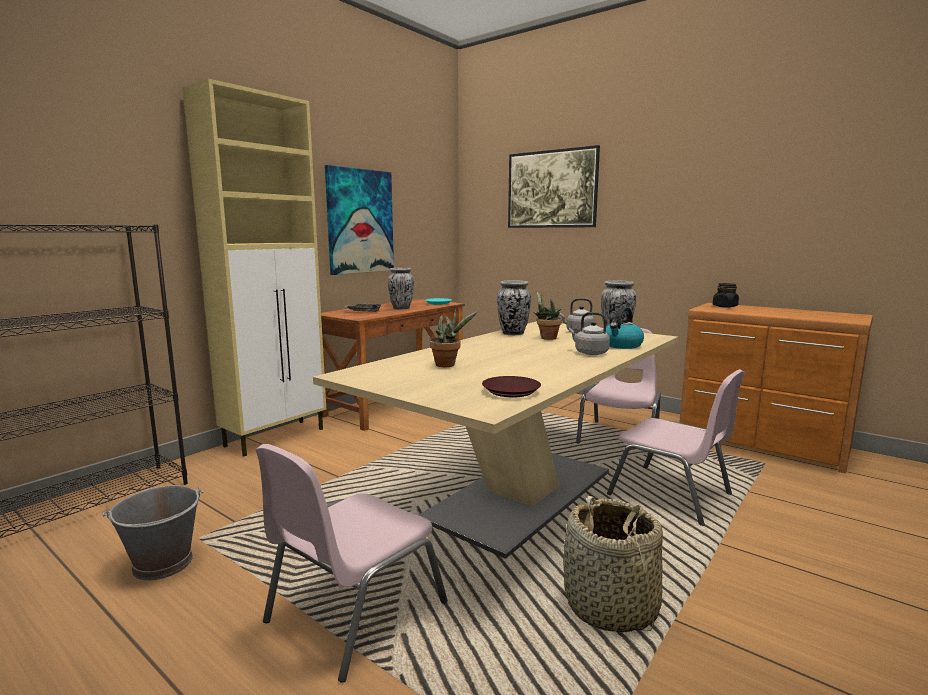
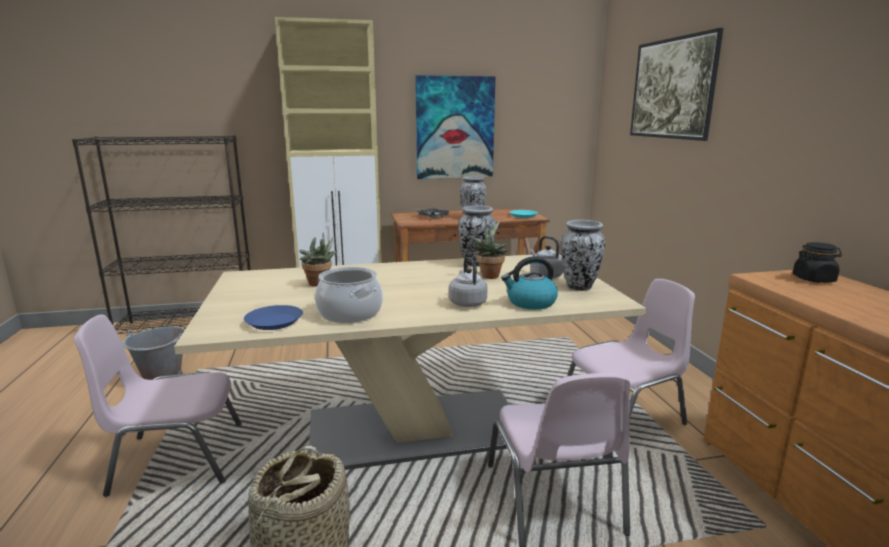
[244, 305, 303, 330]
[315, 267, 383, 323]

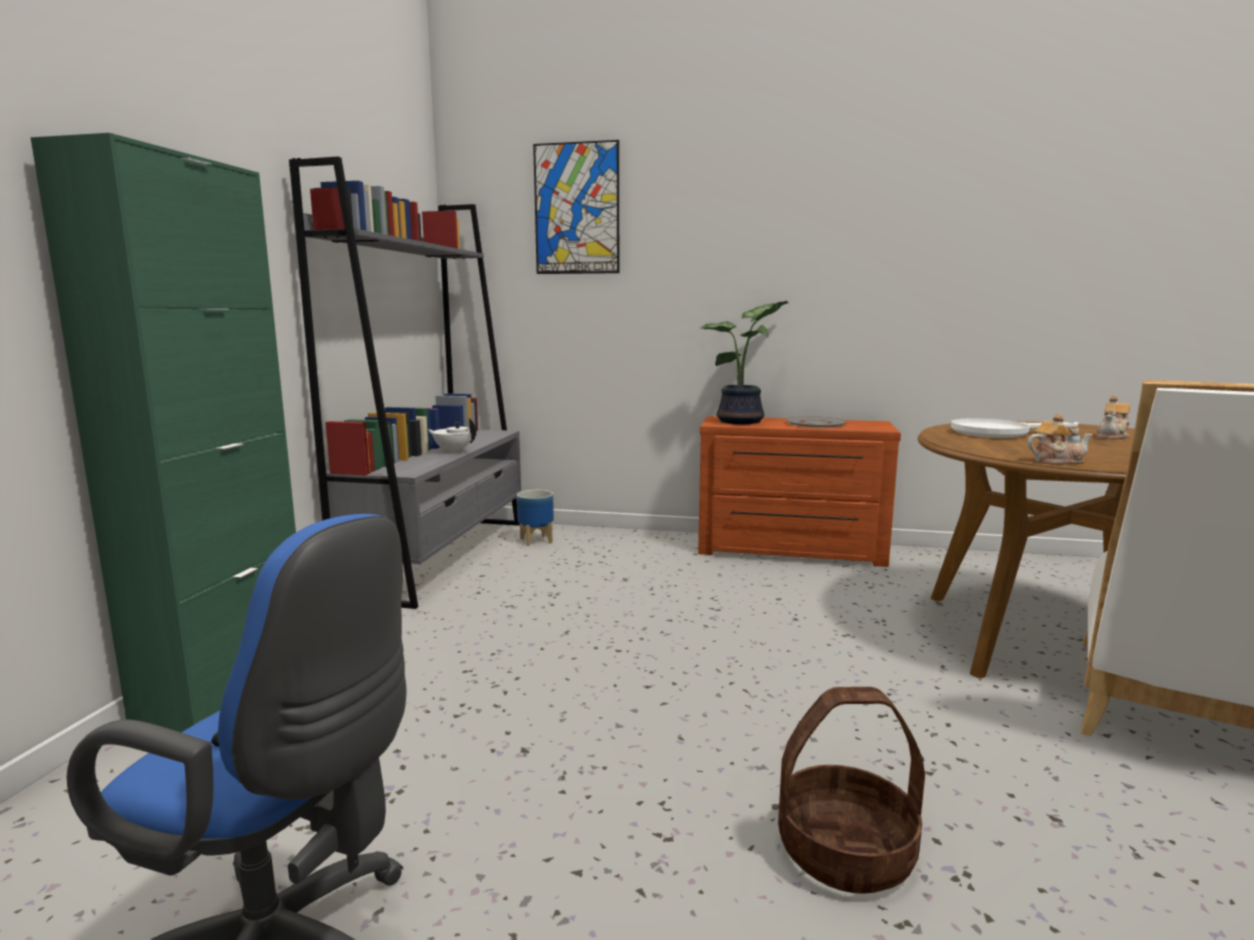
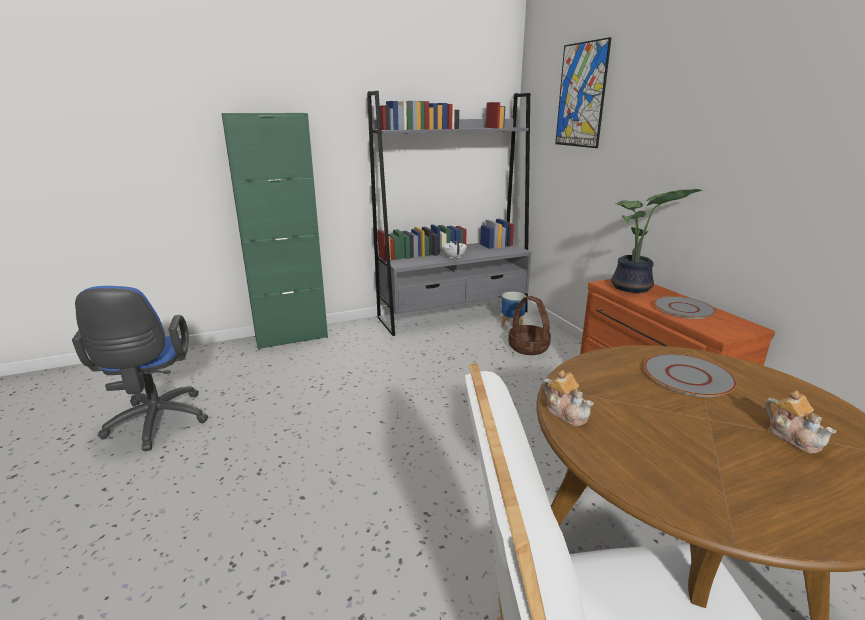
[508, 296, 551, 355]
[644, 354, 737, 397]
[765, 391, 836, 453]

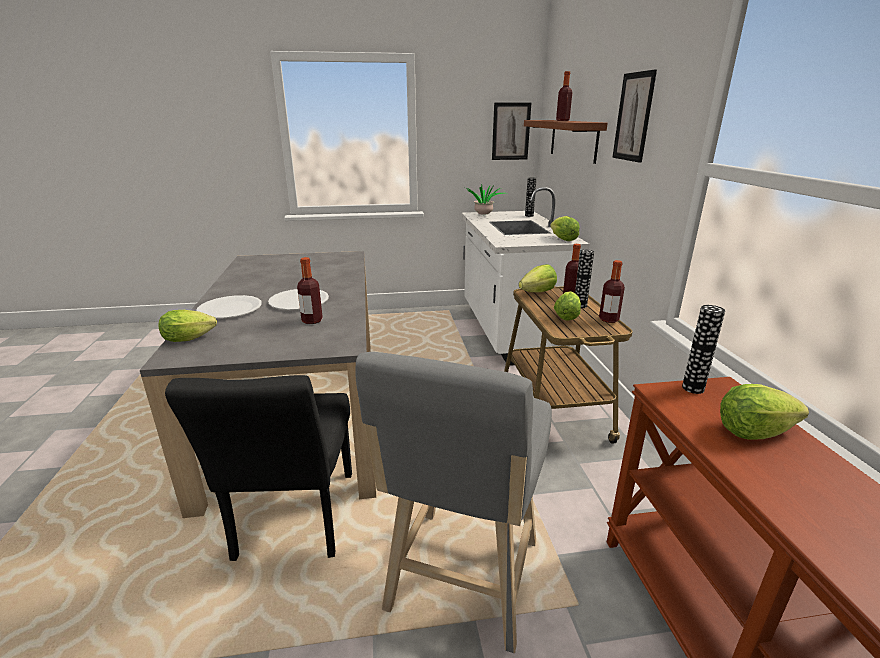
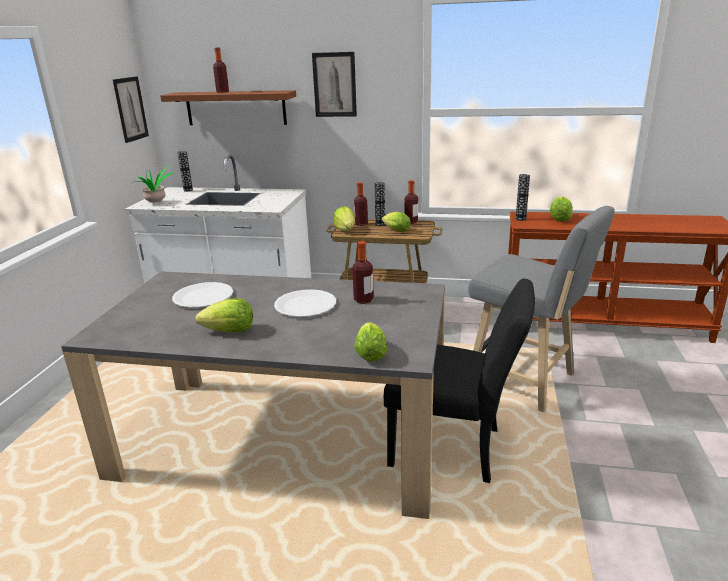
[172, 282, 233, 308]
[196, 298, 253, 332]

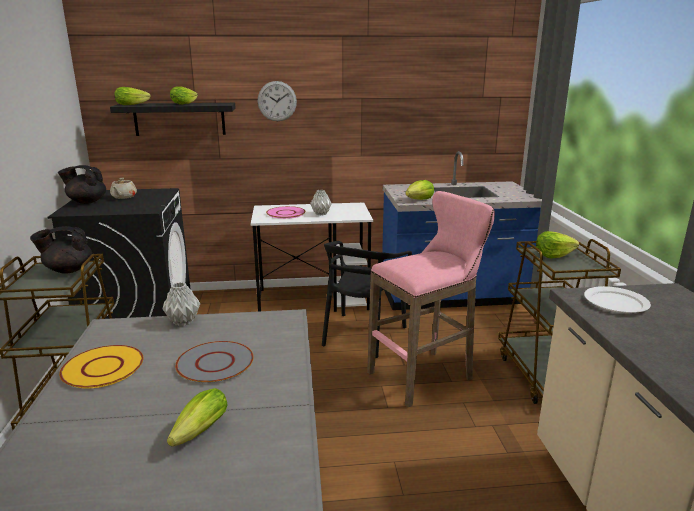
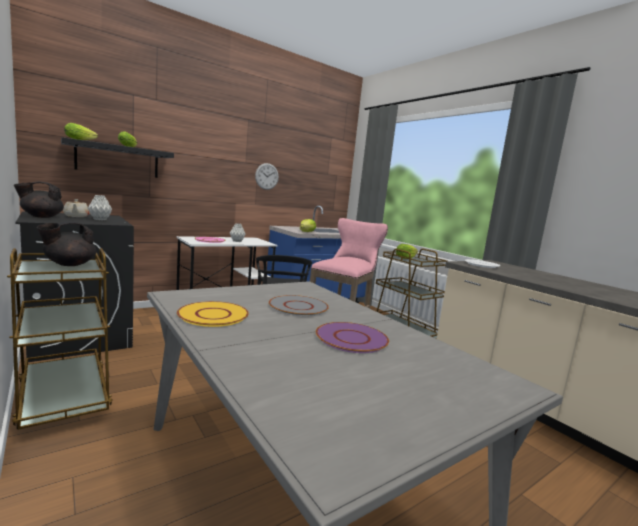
[88, 195, 112, 220]
[255, 163, 279, 190]
[316, 322, 389, 353]

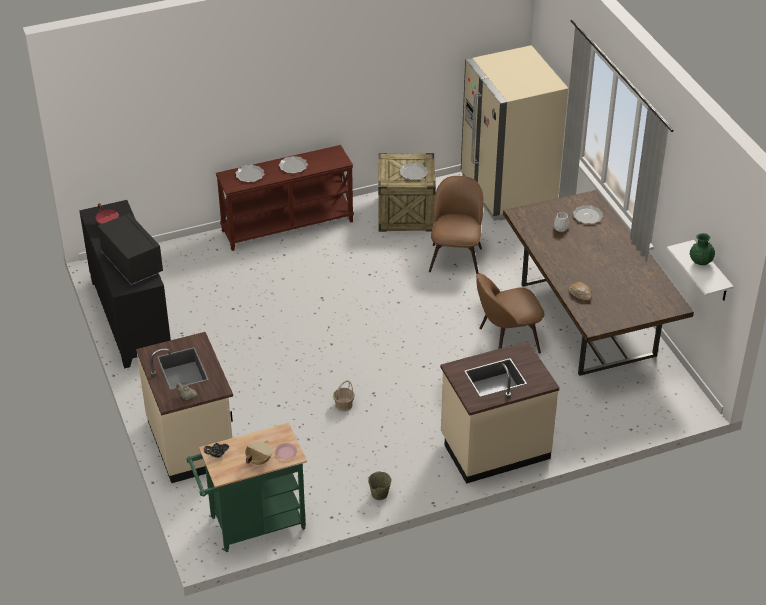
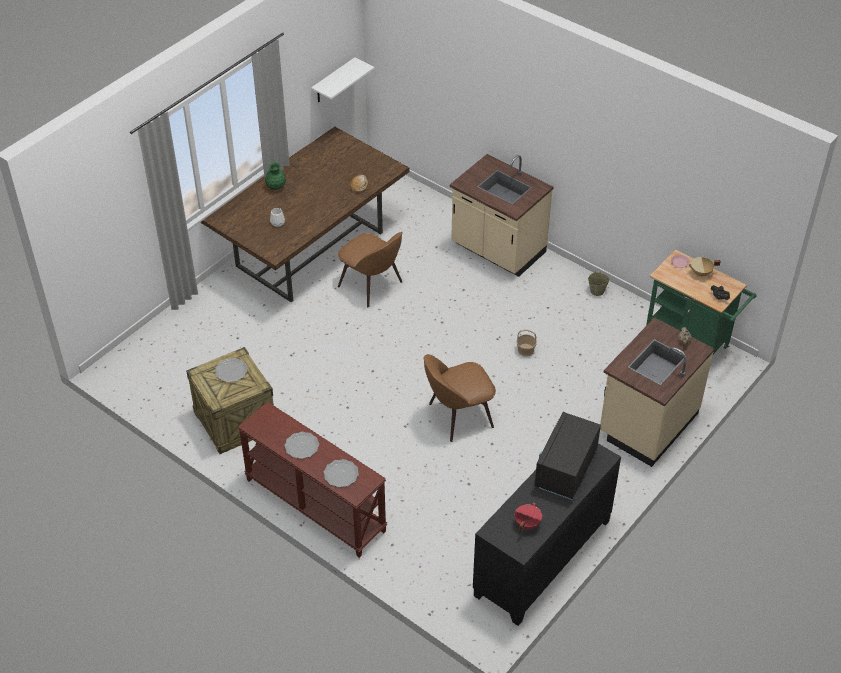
[265, 162, 286, 190]
[423, 354, 496, 442]
[461, 45, 568, 221] (first image)
[573, 205, 603, 224] (first image)

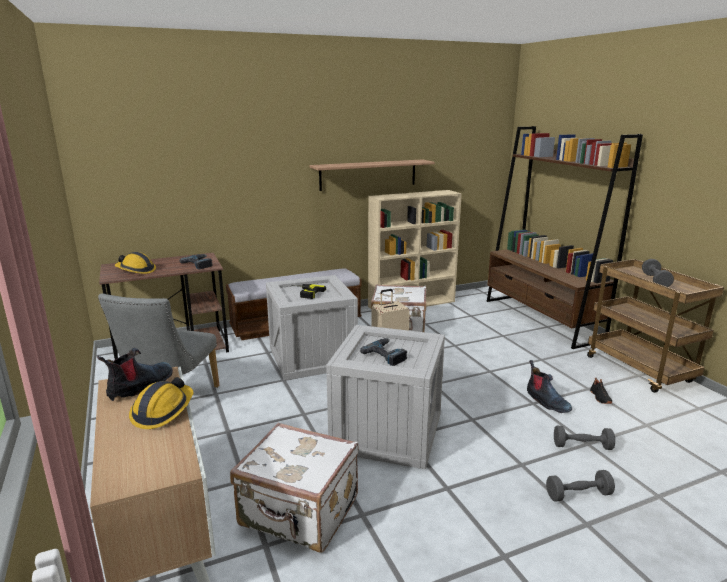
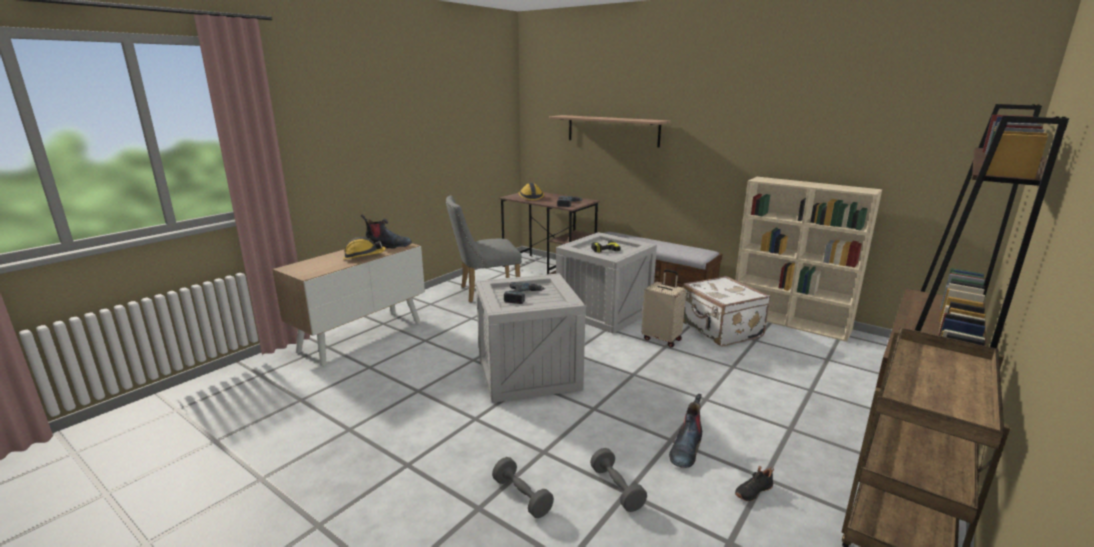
[549, 115, 671, 147]
[230, 423, 359, 553] (first image)
[642, 259, 674, 287] (first image)

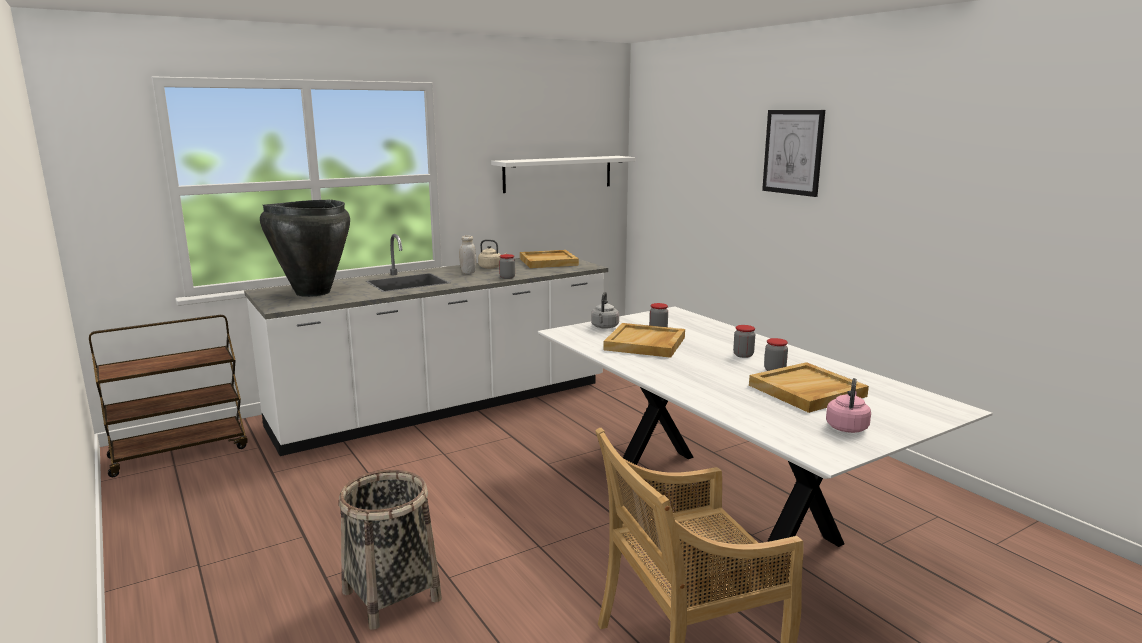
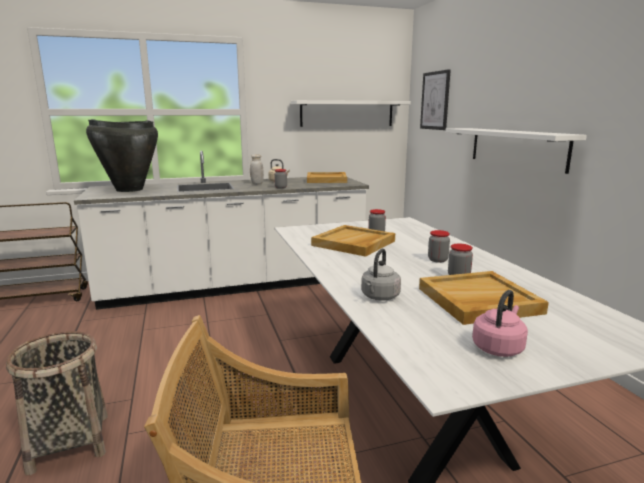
[361, 249, 401, 300]
[420, 69, 451, 130]
[445, 128, 587, 174]

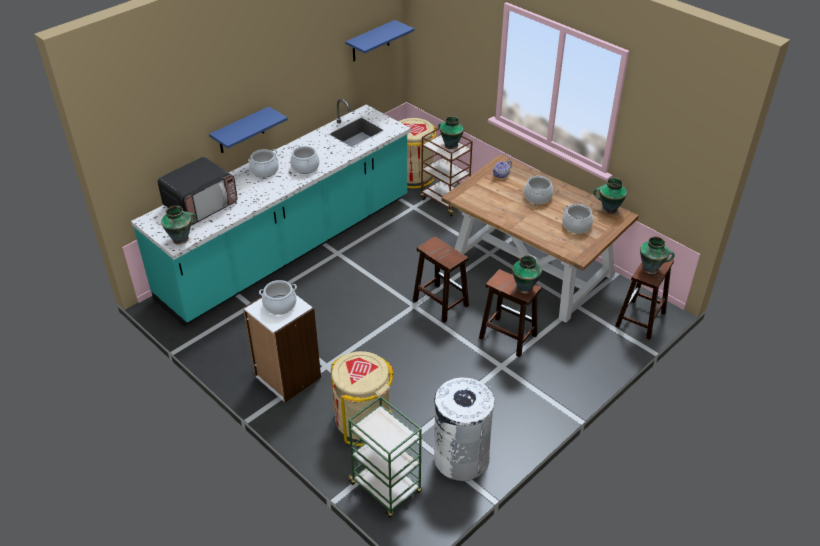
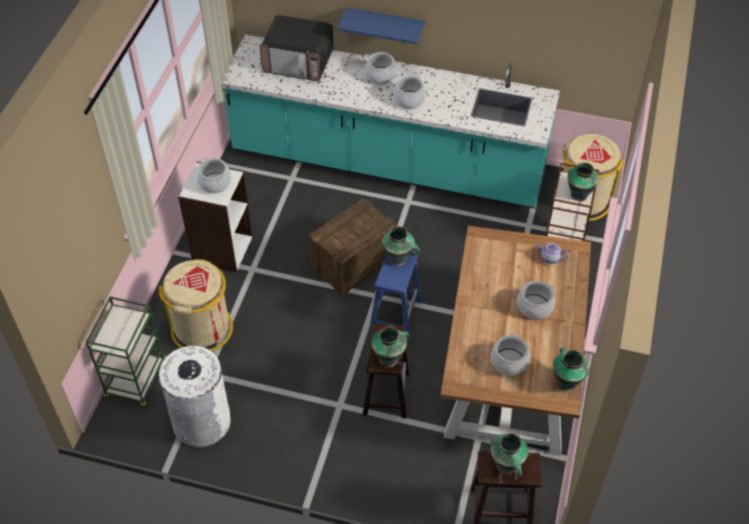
[309, 198, 396, 296]
[369, 250, 422, 341]
[382, 226, 420, 266]
[345, 20, 414, 61] (first image)

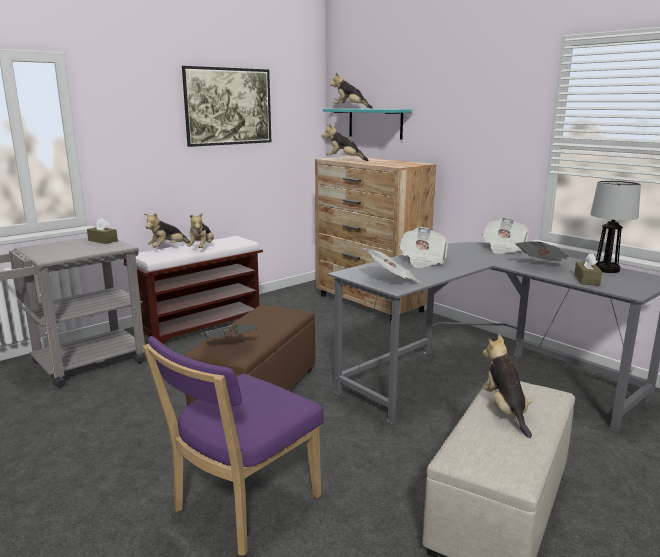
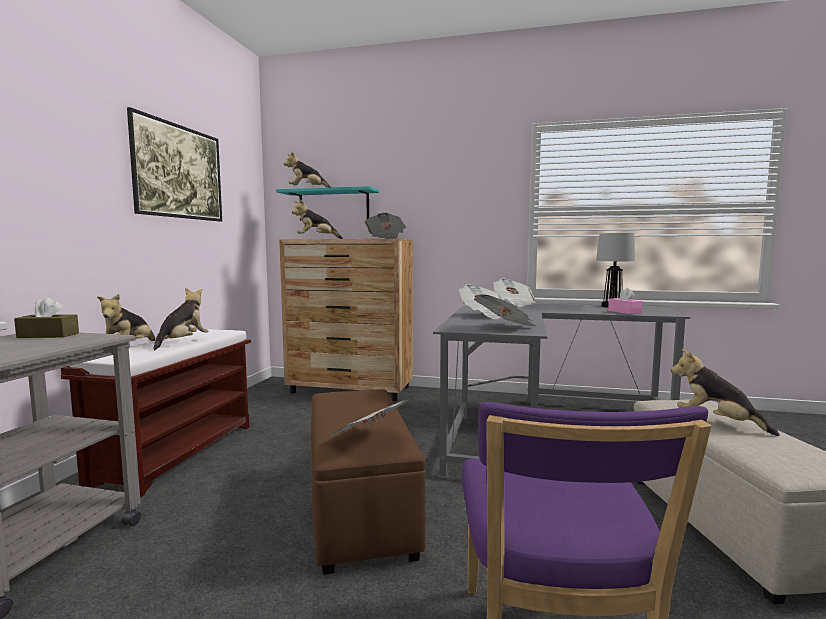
[153, 288, 209, 350]
[365, 213, 406, 239]
[608, 288, 643, 314]

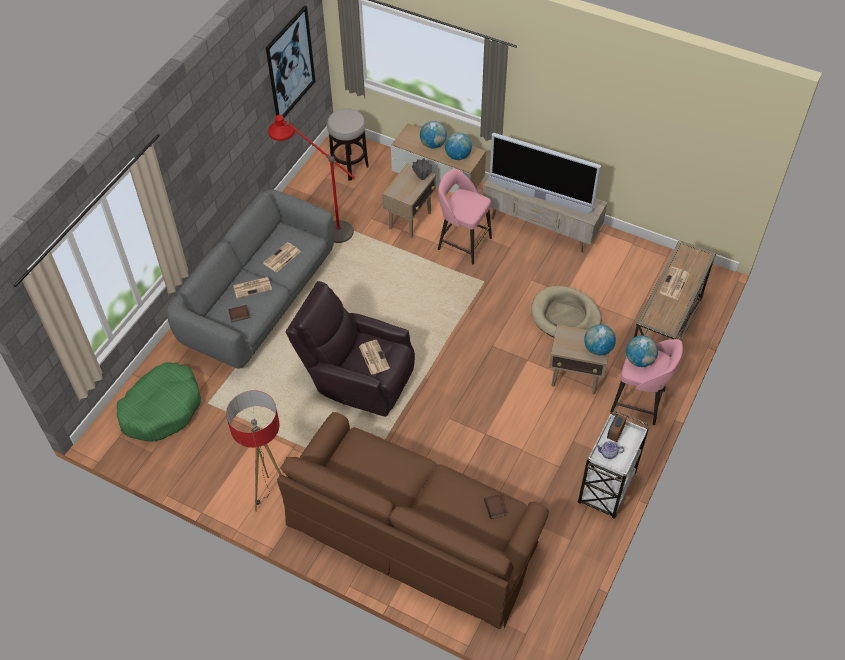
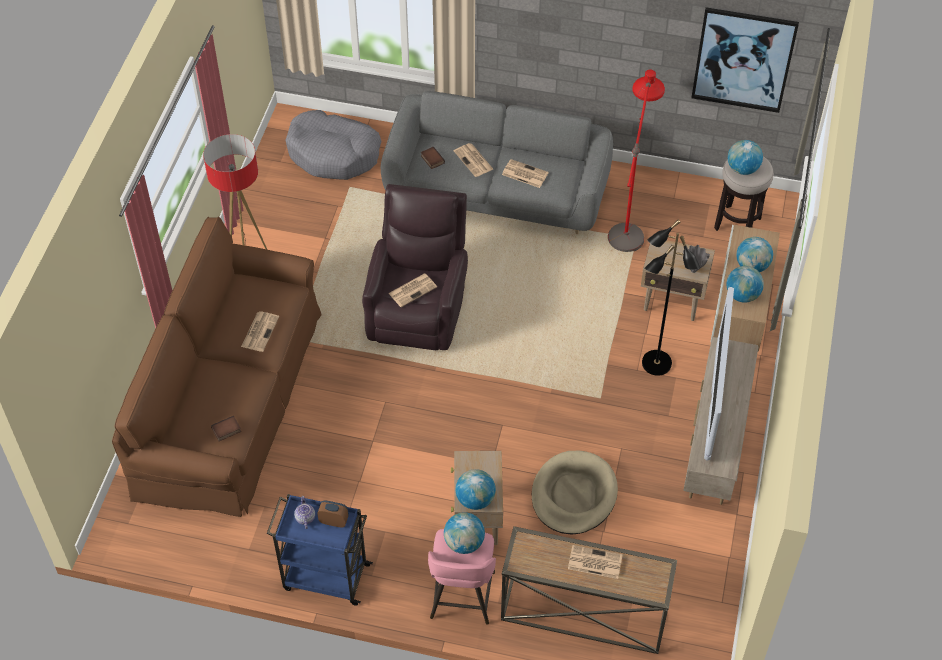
[241, 311, 279, 352]
[267, 494, 373, 606]
[285, 110, 381, 180]
[642, 220, 700, 376]
[728, 140, 763, 175]

